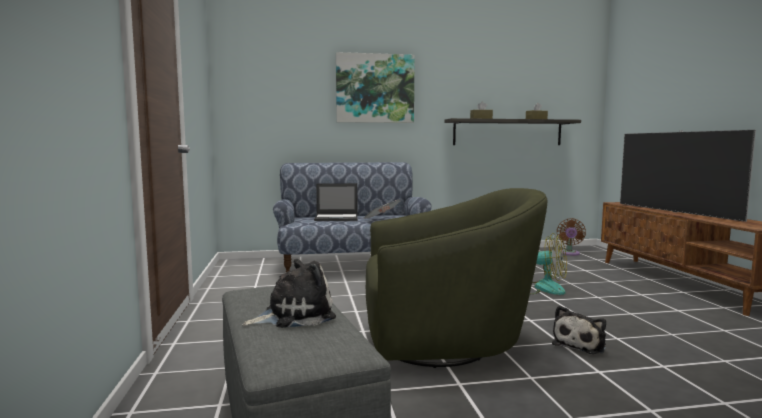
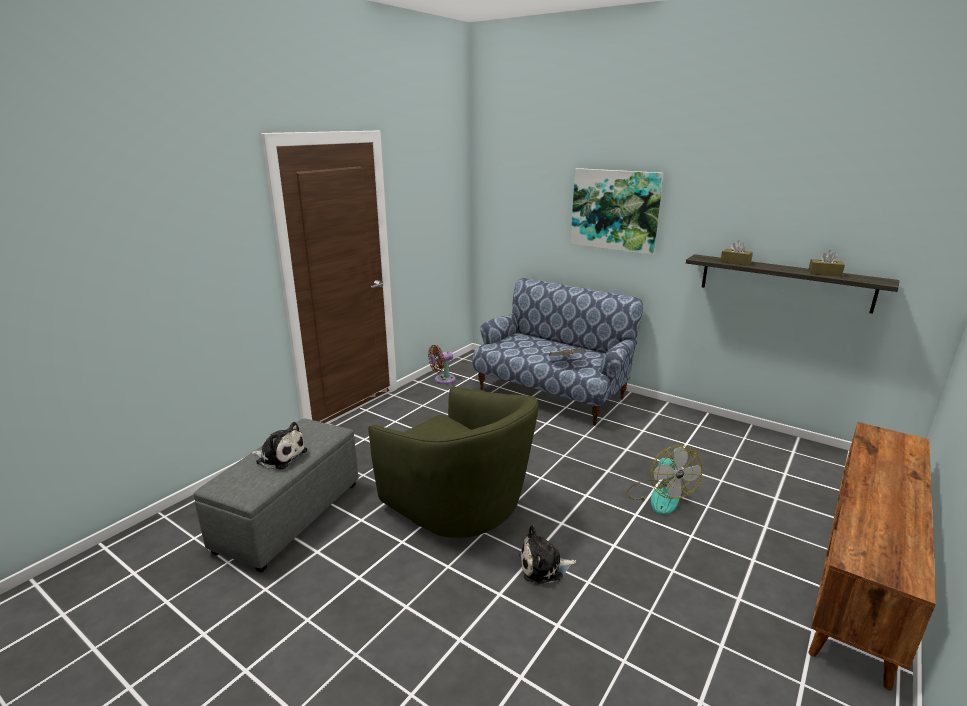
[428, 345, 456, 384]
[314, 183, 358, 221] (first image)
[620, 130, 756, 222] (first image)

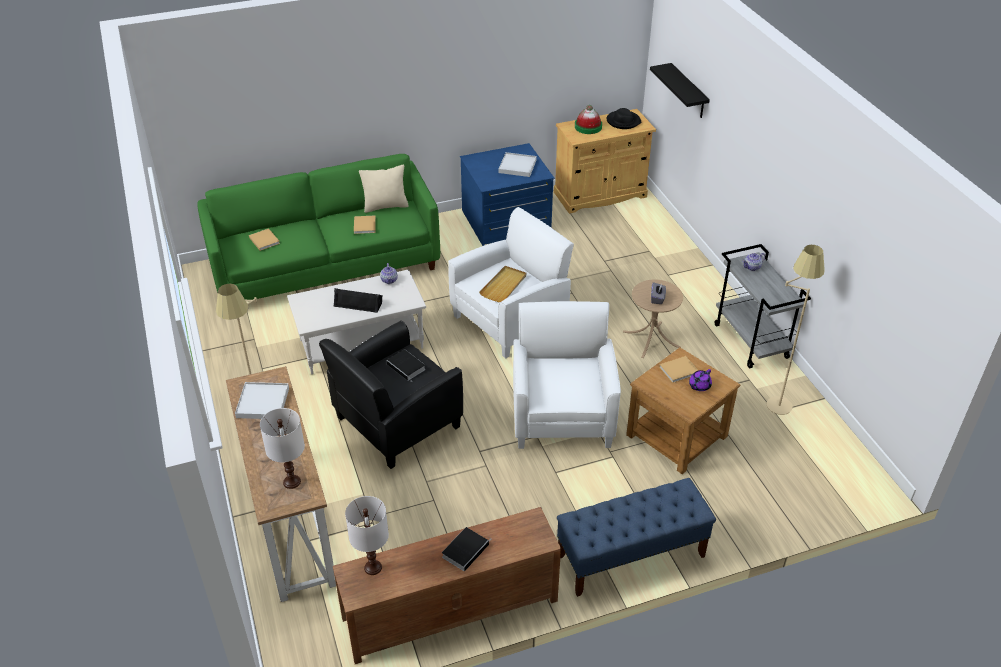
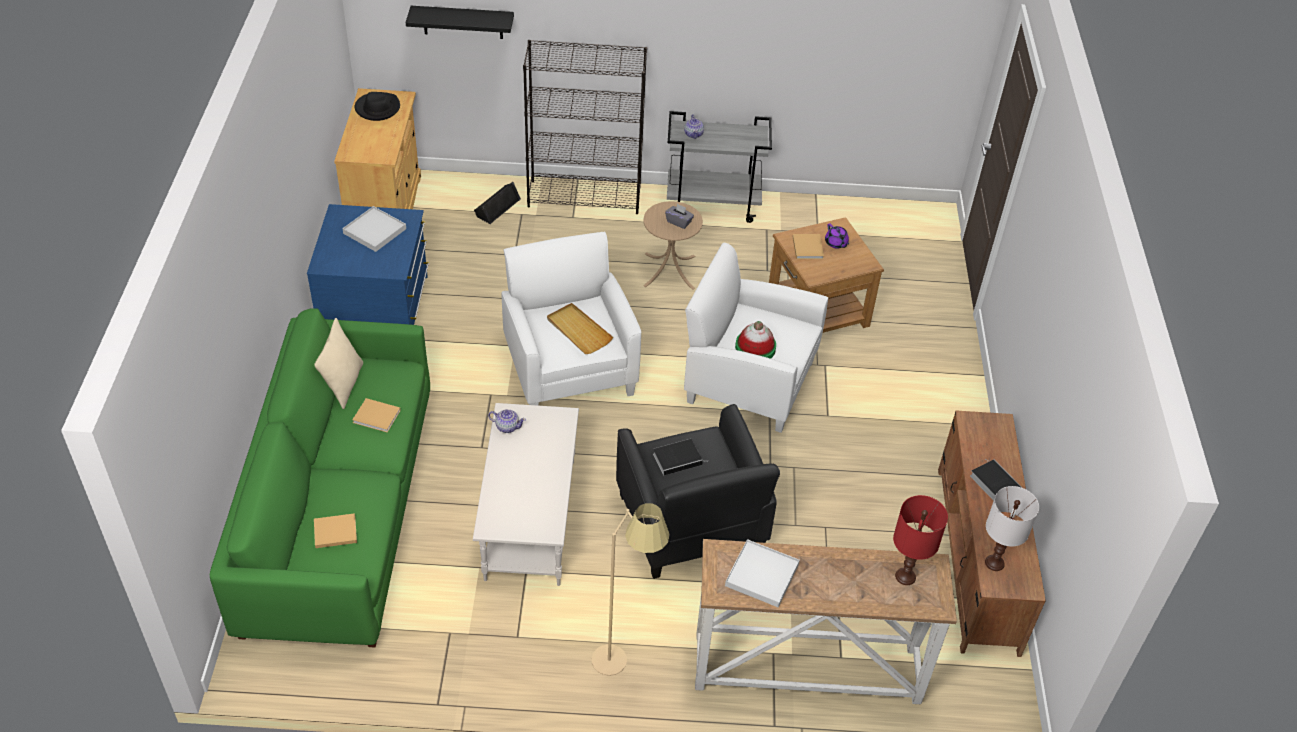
[474, 182, 521, 224]
[523, 40, 647, 214]
[735, 321, 776, 359]
[893, 495, 948, 585]
[557, 478, 716, 597] (first image)
[766, 245, 825, 415] (first image)

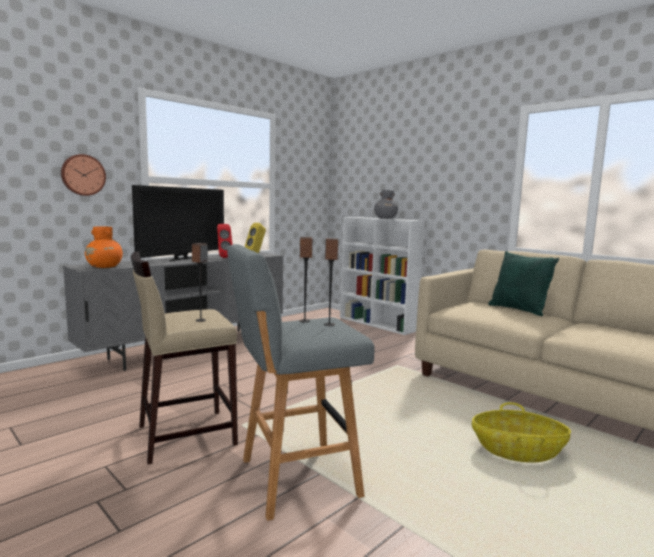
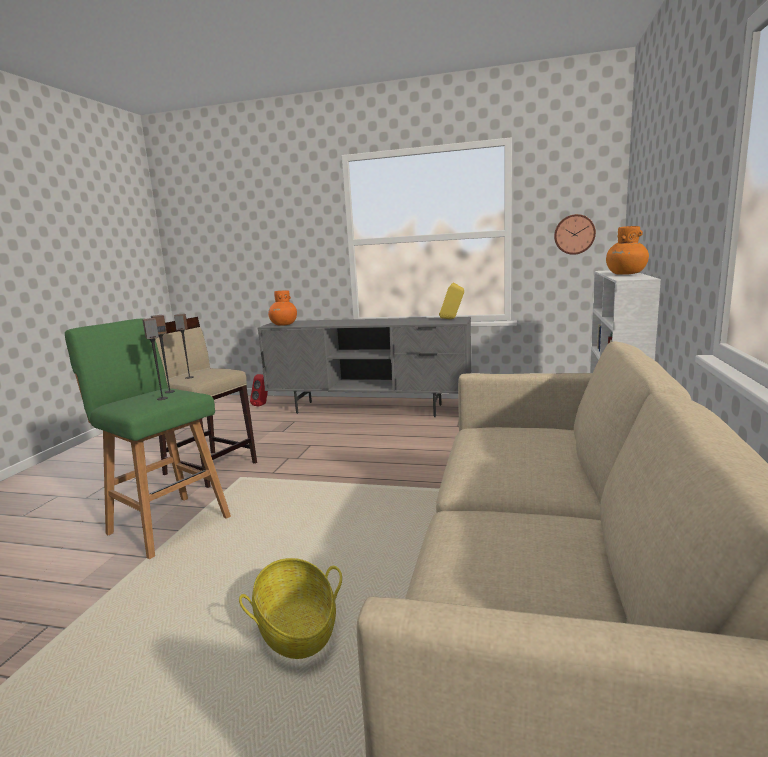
[65, 319, 231, 559]
[250, 374, 268, 407]
[554, 214, 596, 255]
[606, 226, 649, 275]
[132, 185, 224, 261] (first image)
[488, 251, 559, 316] (first image)

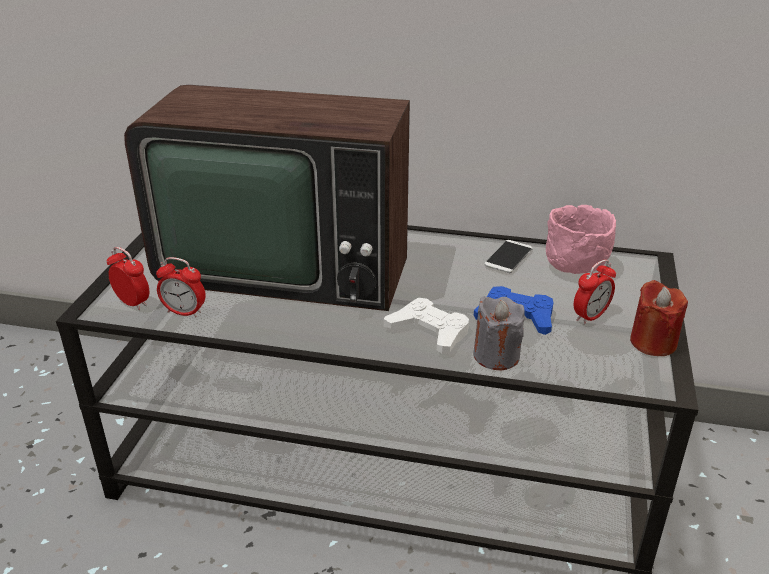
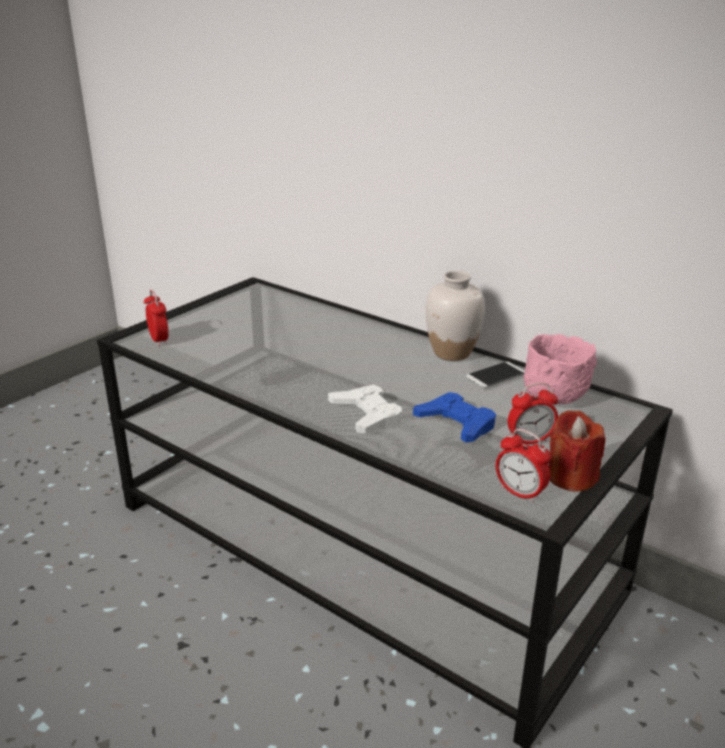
[426, 271, 485, 361]
[496, 429, 551, 503]
[124, 85, 410, 311] (first image)
[473, 297, 525, 370] (first image)

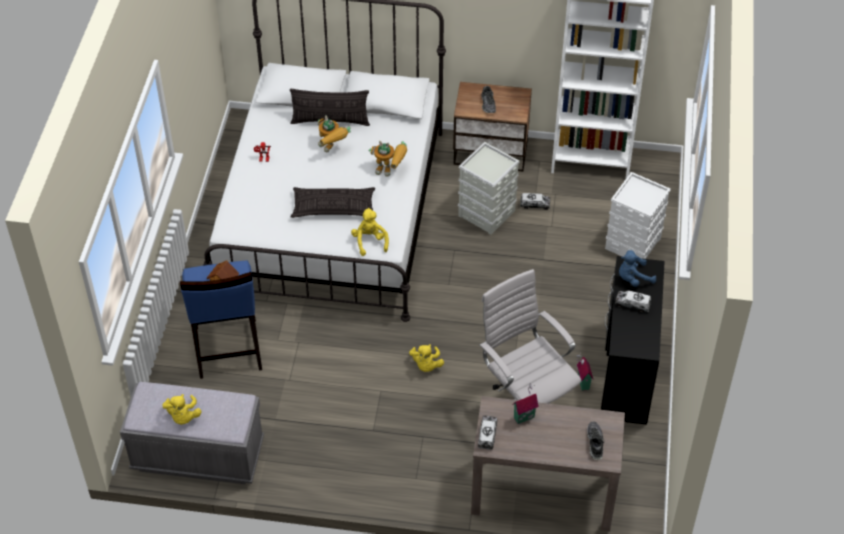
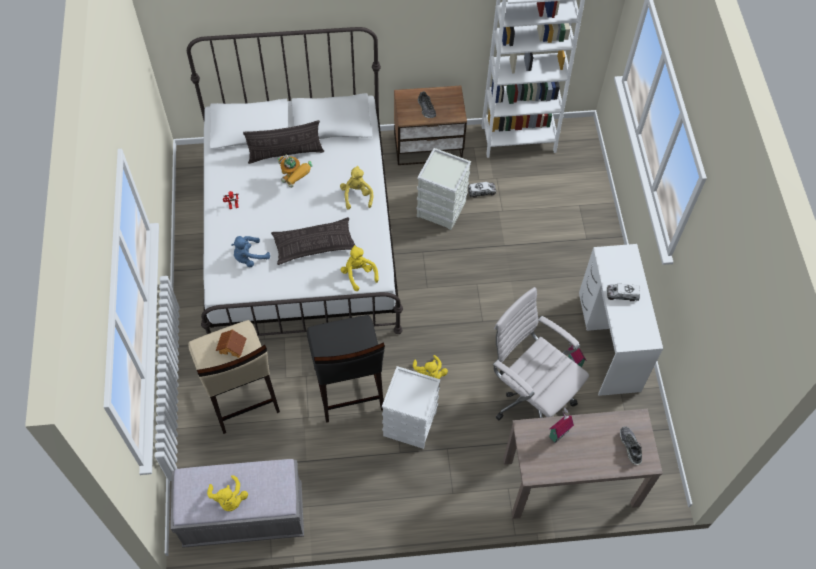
[188, 320, 280, 434]
[231, 236, 270, 267]
[307, 315, 385, 423]
[340, 166, 373, 209]
[382, 366, 441, 449]
[579, 244, 663, 396]
[478, 415, 498, 450] (first image)

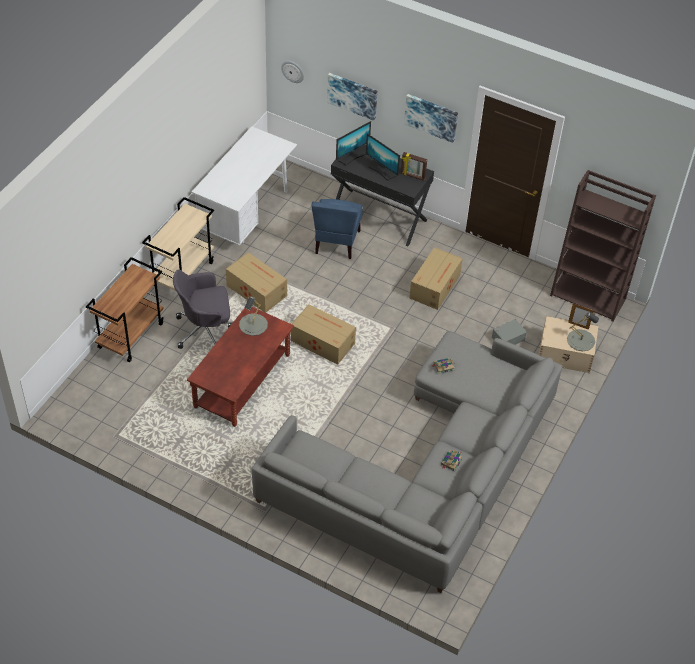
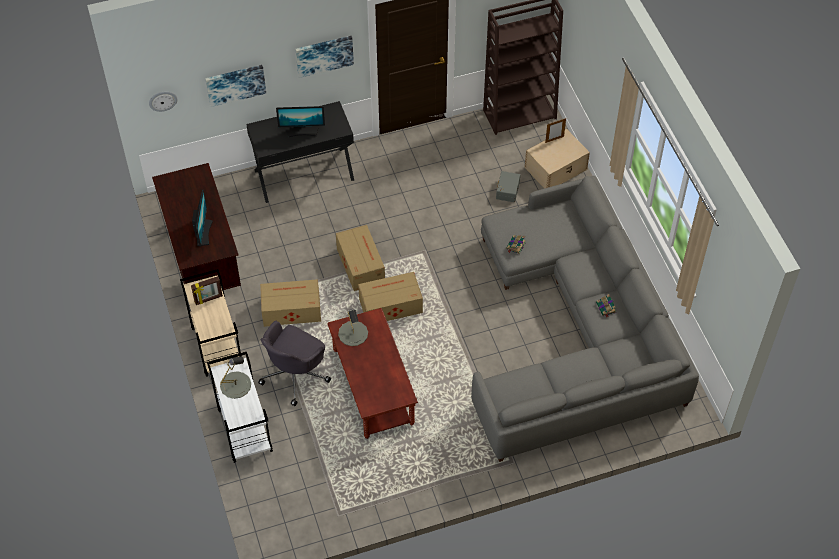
[152, 163, 241, 290]
[191, 276, 223, 305]
[192, 190, 213, 247]
[207, 352, 273, 463]
[220, 356, 251, 399]
[336, 225, 385, 291]
[312, 199, 363, 259] (first image)

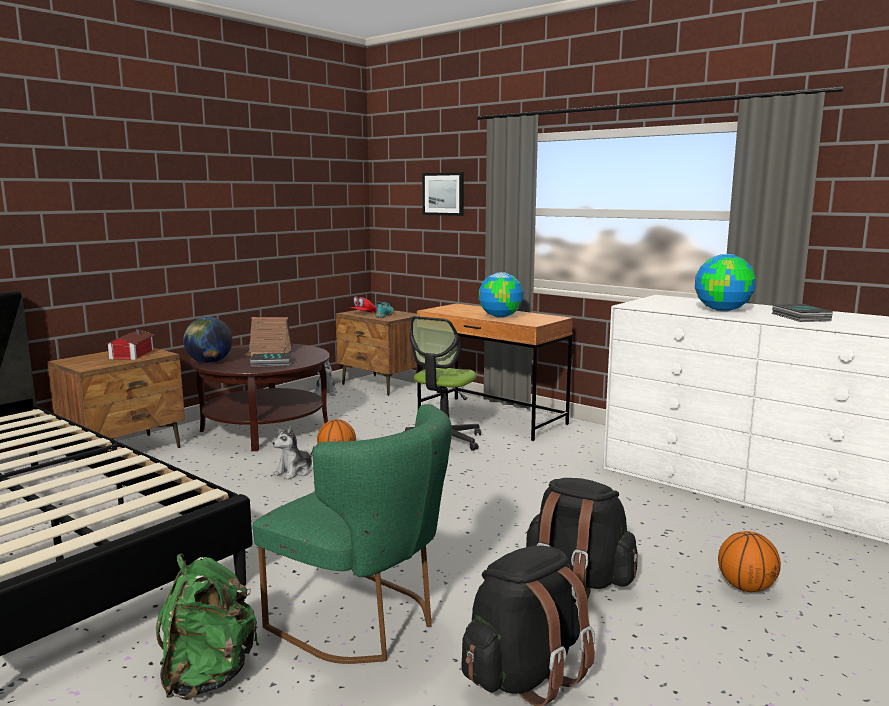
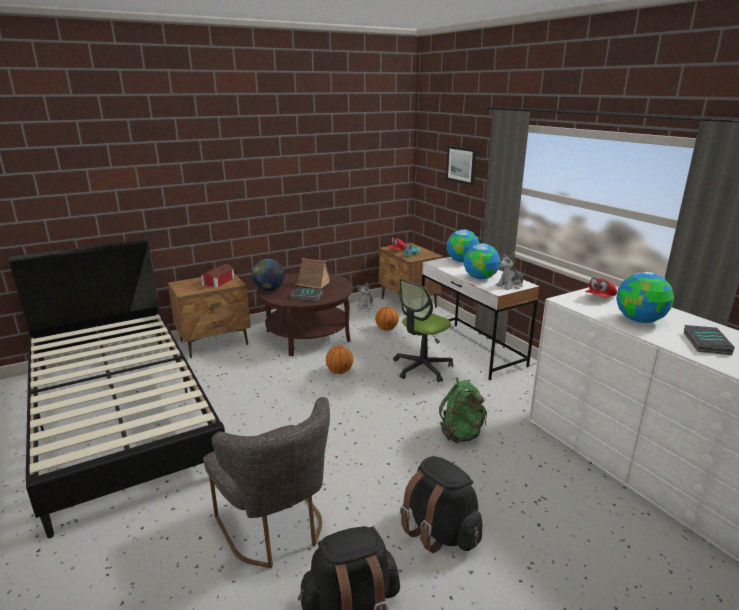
[203, 397, 330, 568]
[375, 307, 399, 330]
[421, 257, 540, 380]
[439, 377, 487, 443]
[446, 229, 480, 263]
[496, 252, 526, 290]
[585, 277, 617, 298]

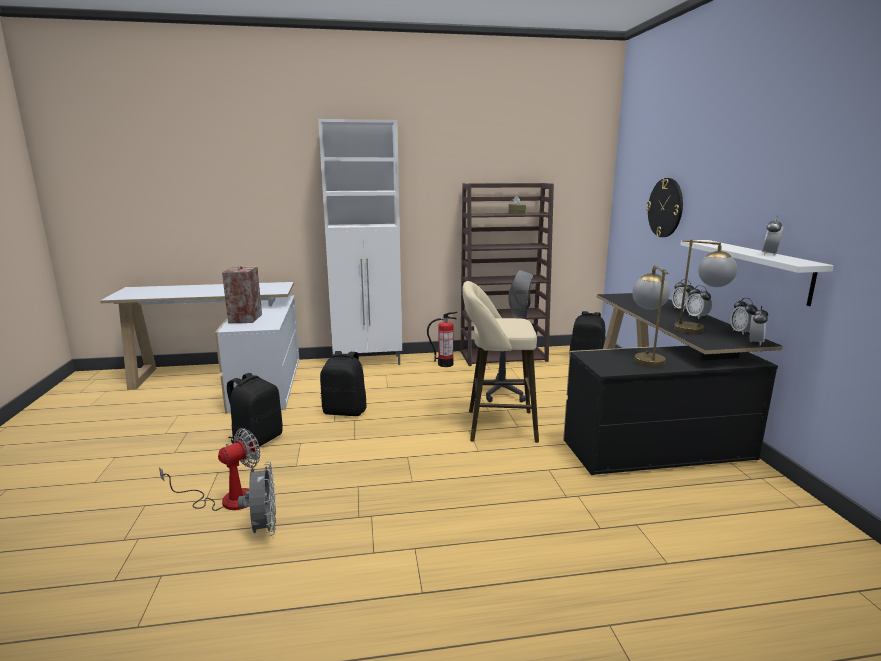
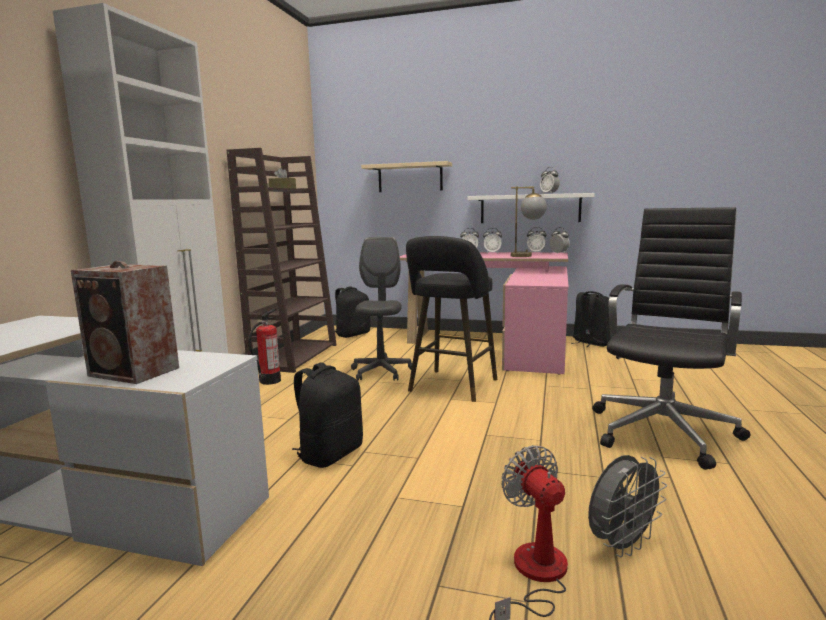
[361, 161, 452, 192]
[400, 252, 569, 375]
[406, 236, 497, 402]
[571, 291, 611, 347]
[588, 455, 667, 557]
[592, 207, 750, 470]
[632, 265, 670, 367] (first image)

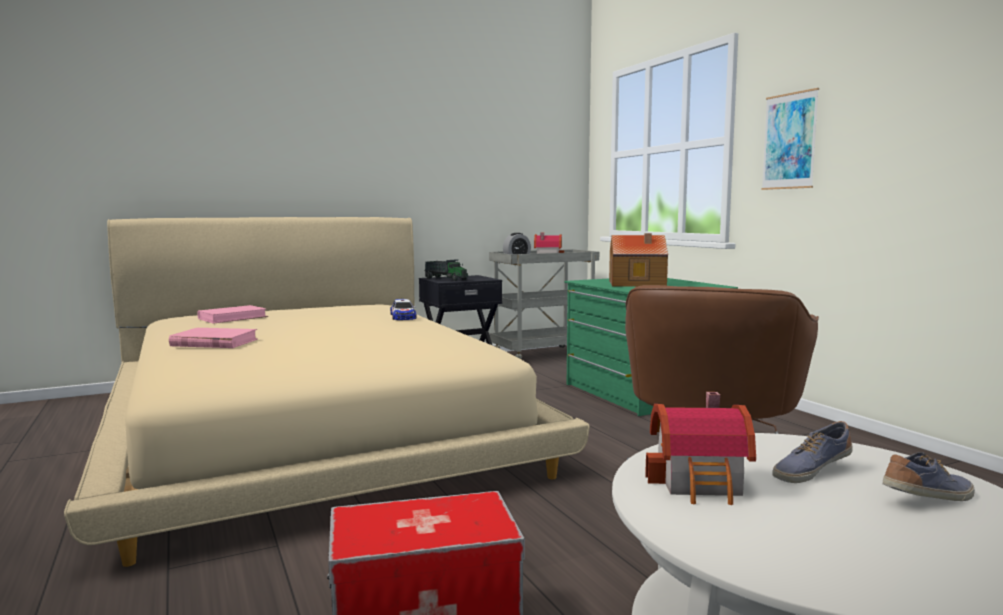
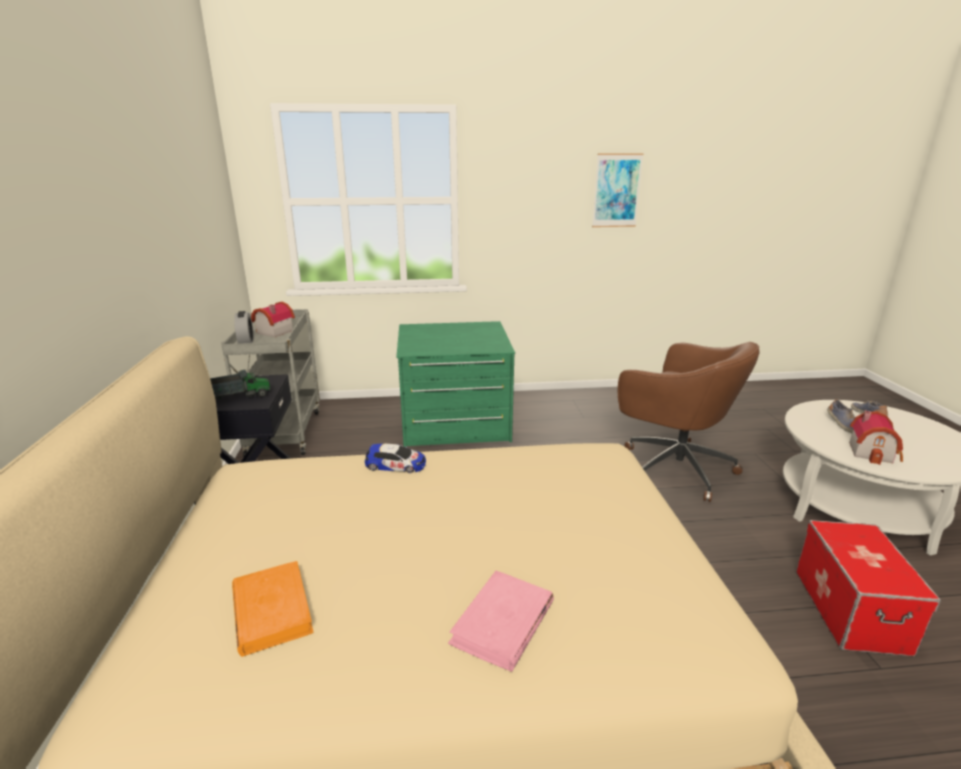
[232, 561, 314, 657]
[592, 154, 643, 227]
[609, 233, 668, 287] (first image)

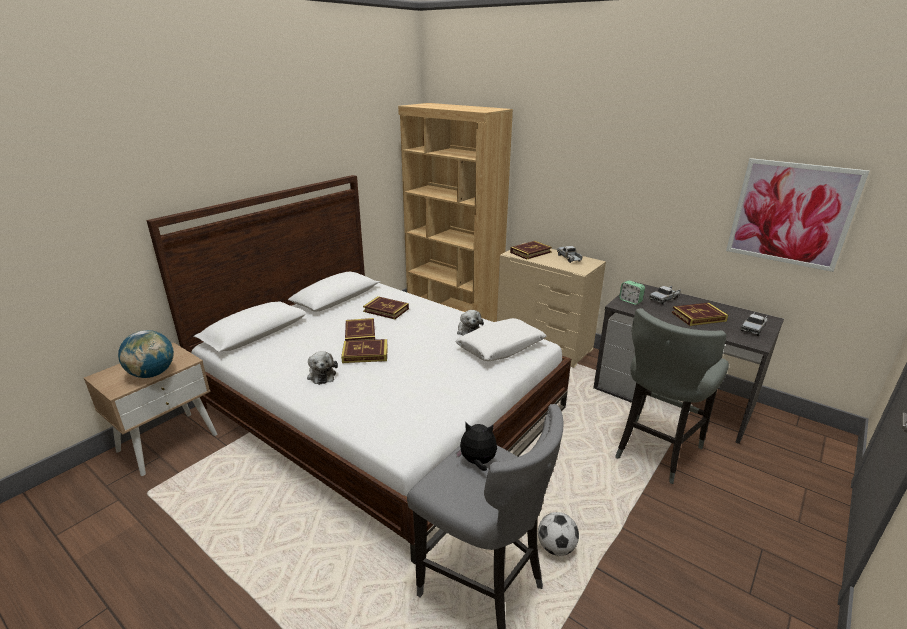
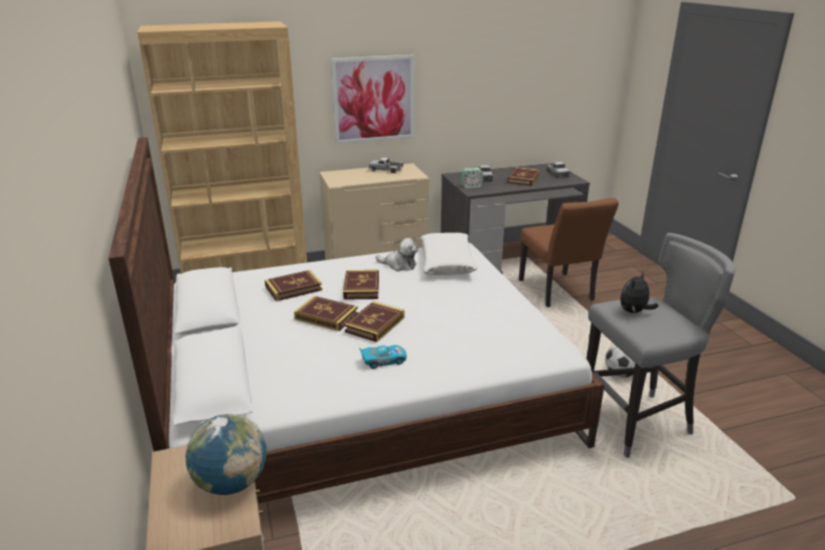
[331, 55, 414, 144]
[343, 270, 379, 300]
[359, 345, 407, 369]
[519, 198, 619, 307]

